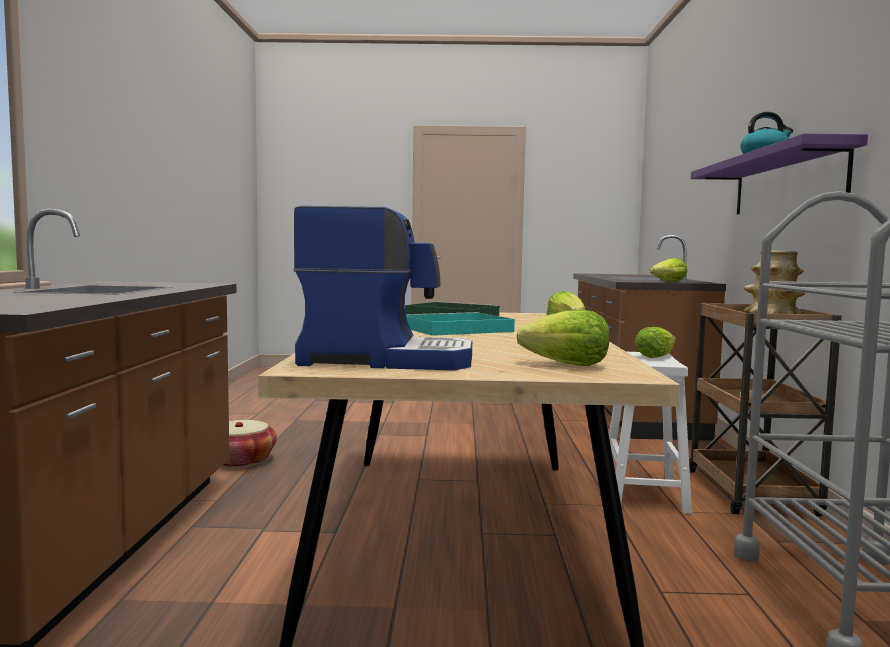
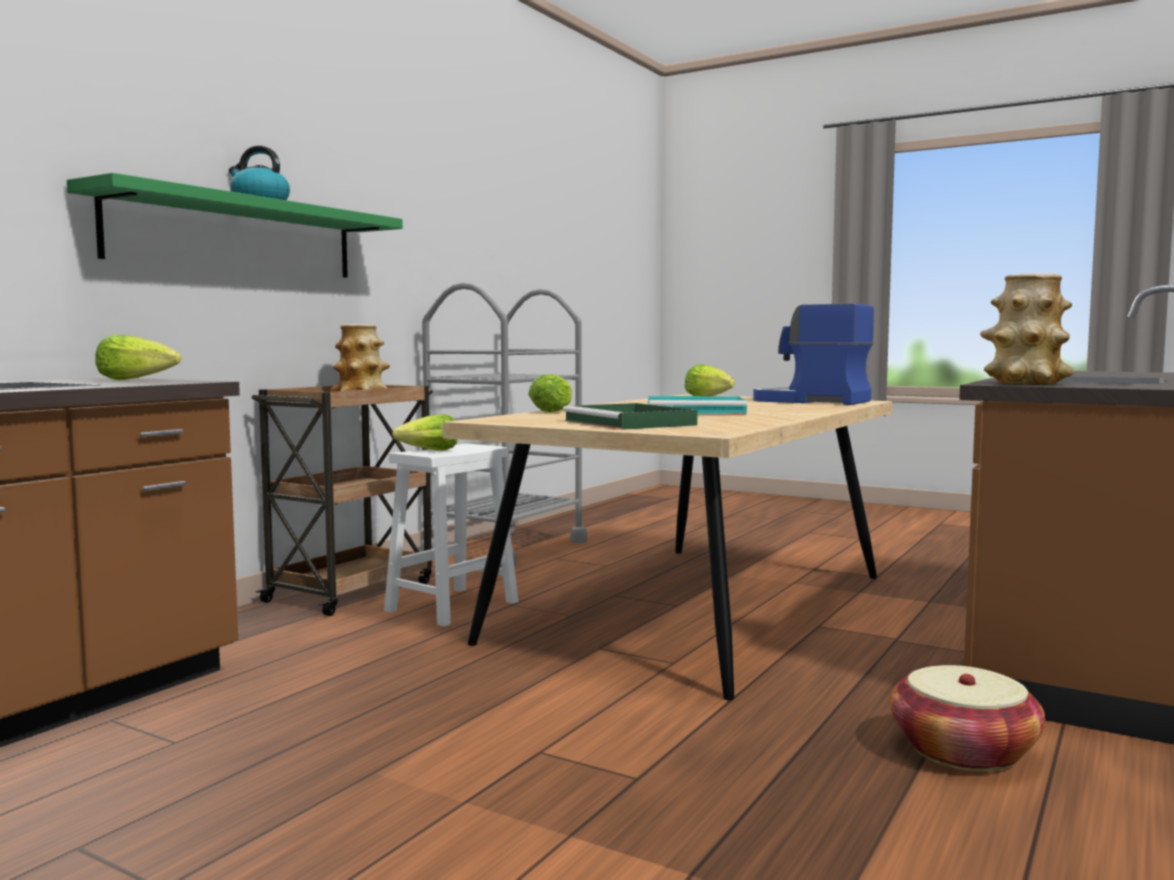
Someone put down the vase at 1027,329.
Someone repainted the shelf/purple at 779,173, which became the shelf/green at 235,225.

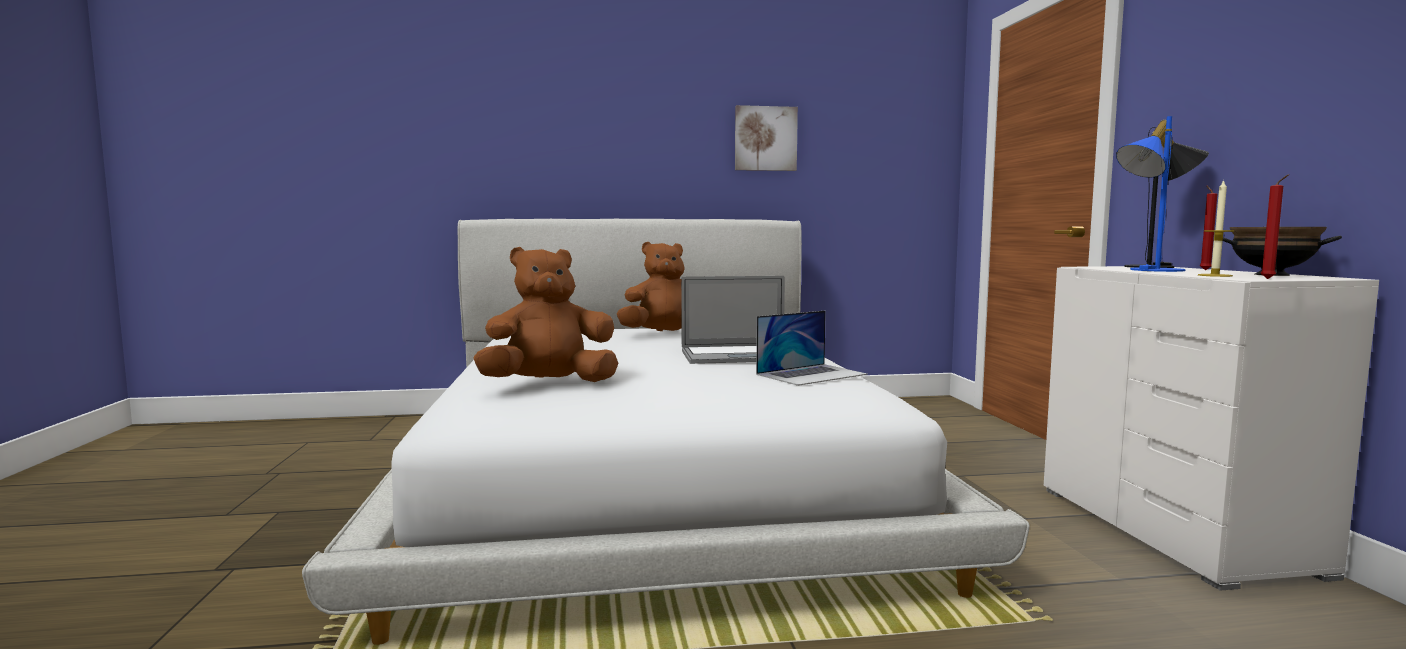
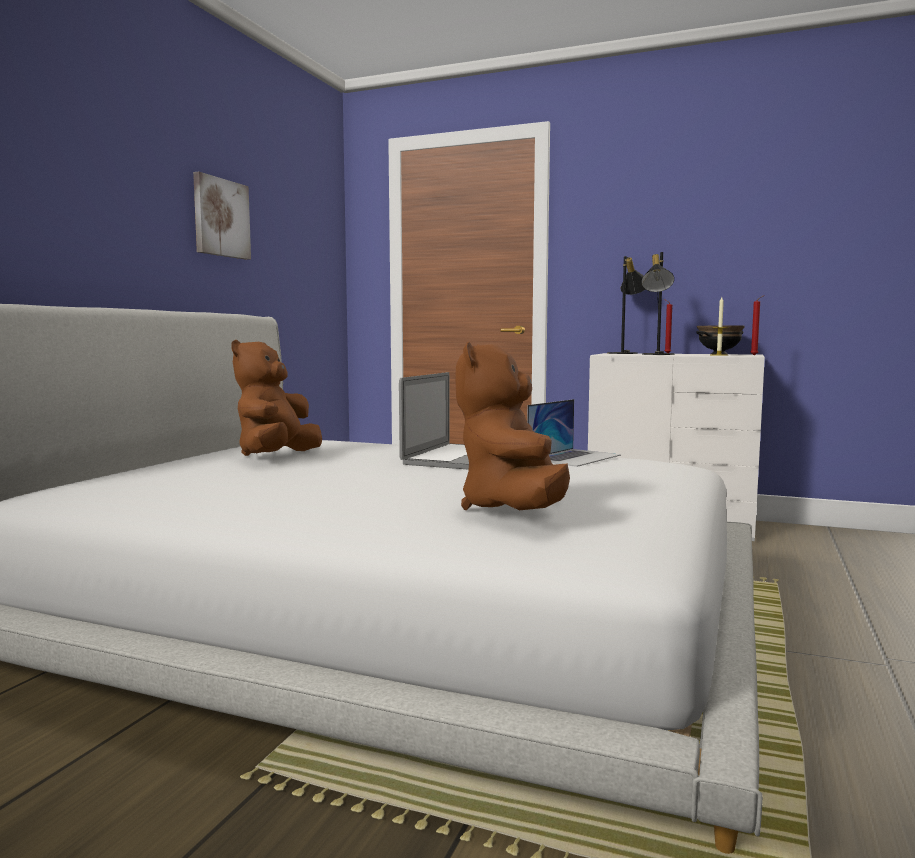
Someone repainted the table lamp/blue at 1150,194, which became the table lamp/black at 657,303.
Someone rotated the laptop at 812,348 by 45 degrees clockwise.

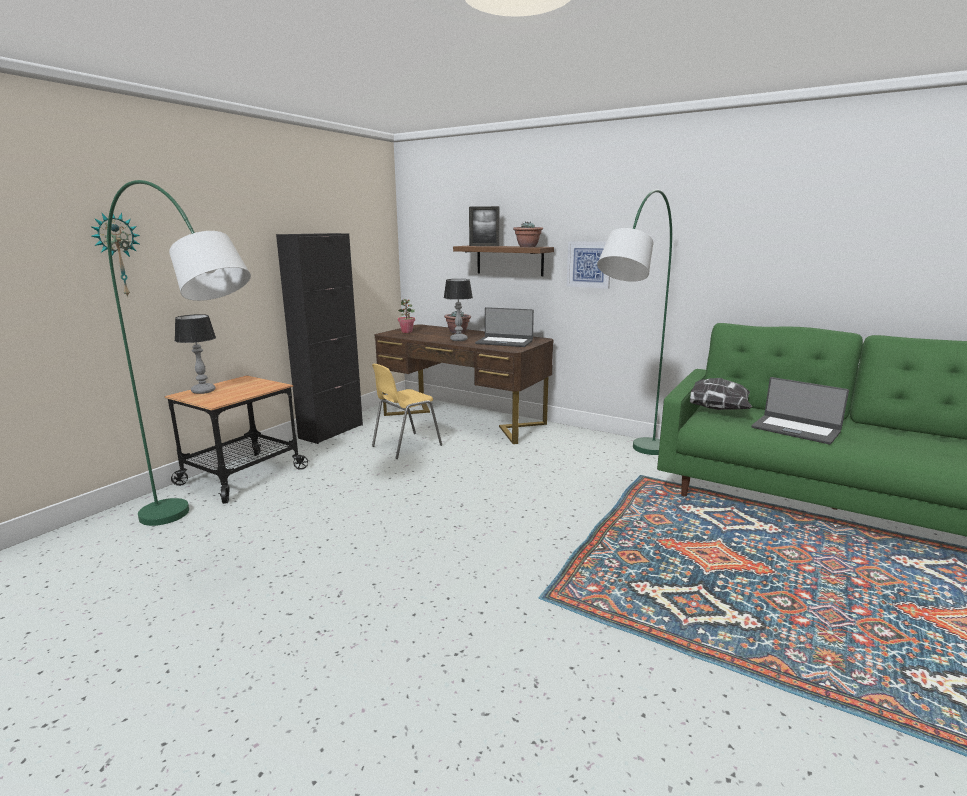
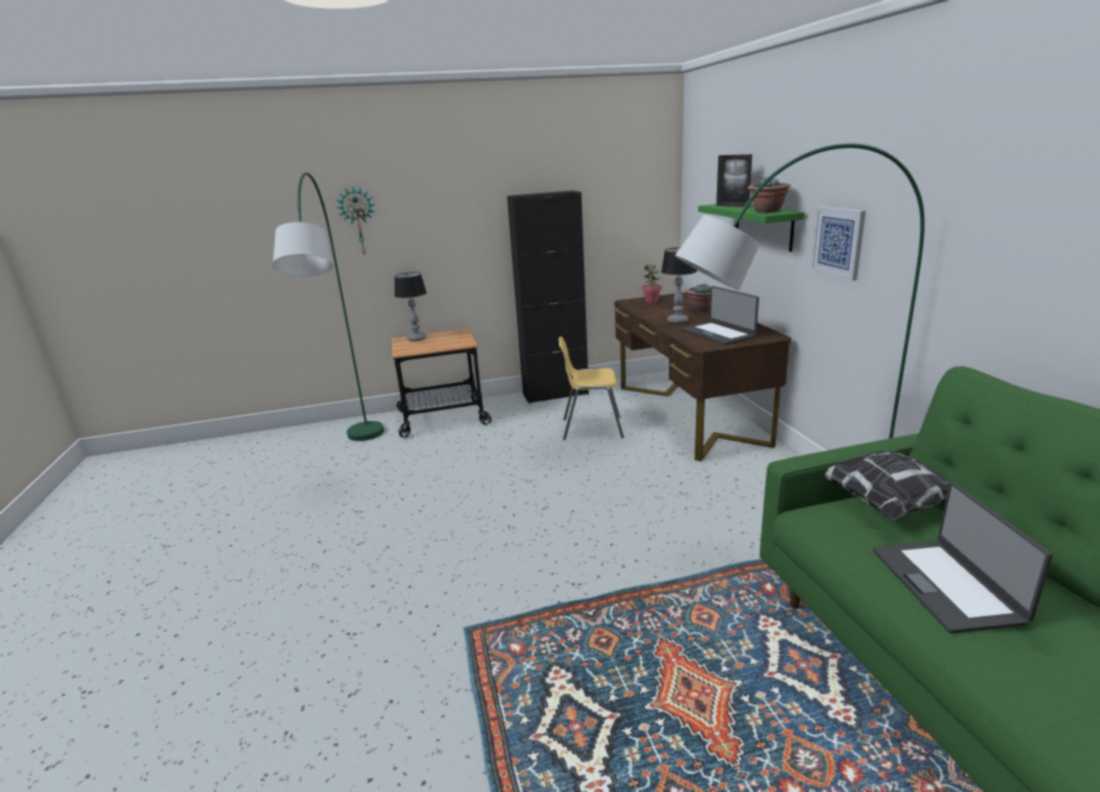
Someone repainted the shelf/brown at 503,261, which became the shelf/green at 751,228.

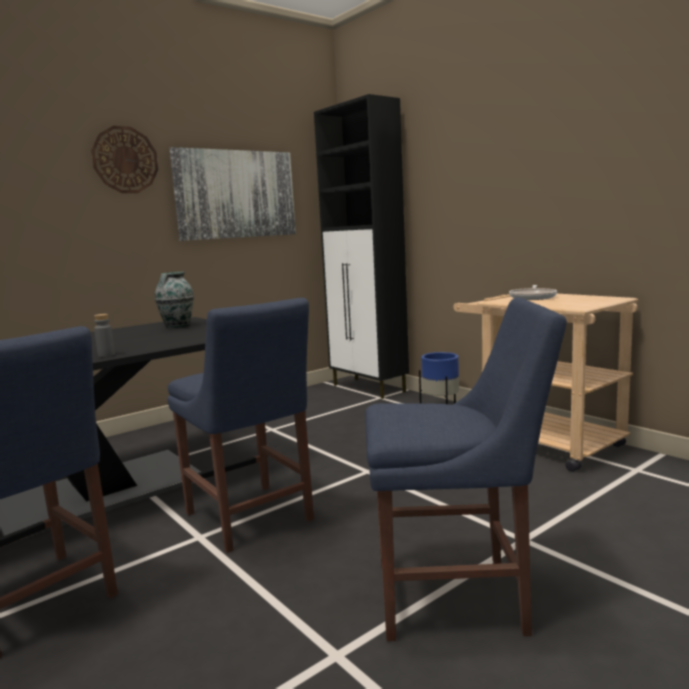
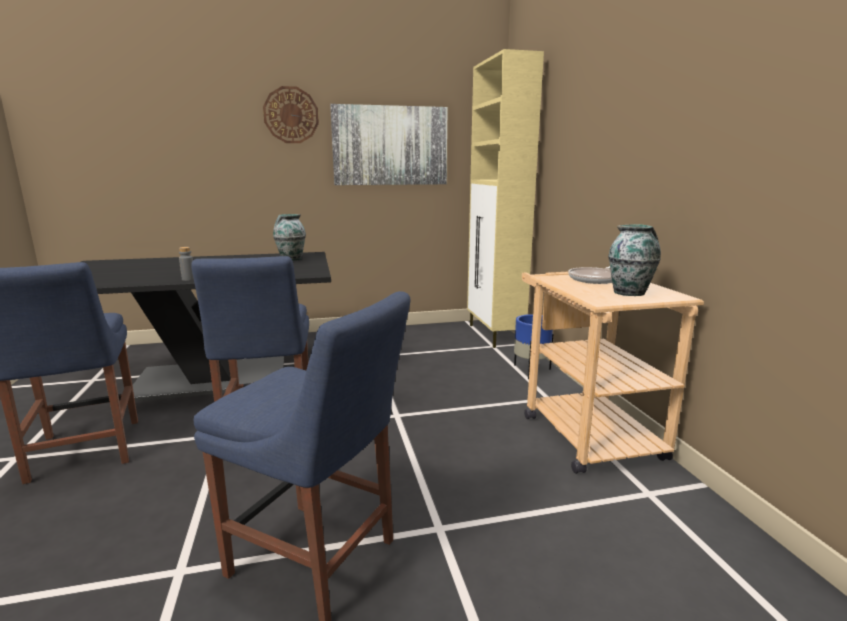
Someone put down the vase at 634,260.
Someone repainted the cabinet/black at 361,246, which became the cabinet/beige at 505,198.

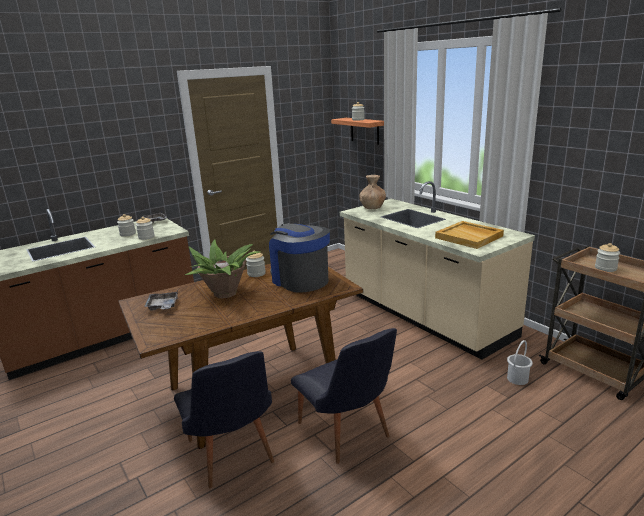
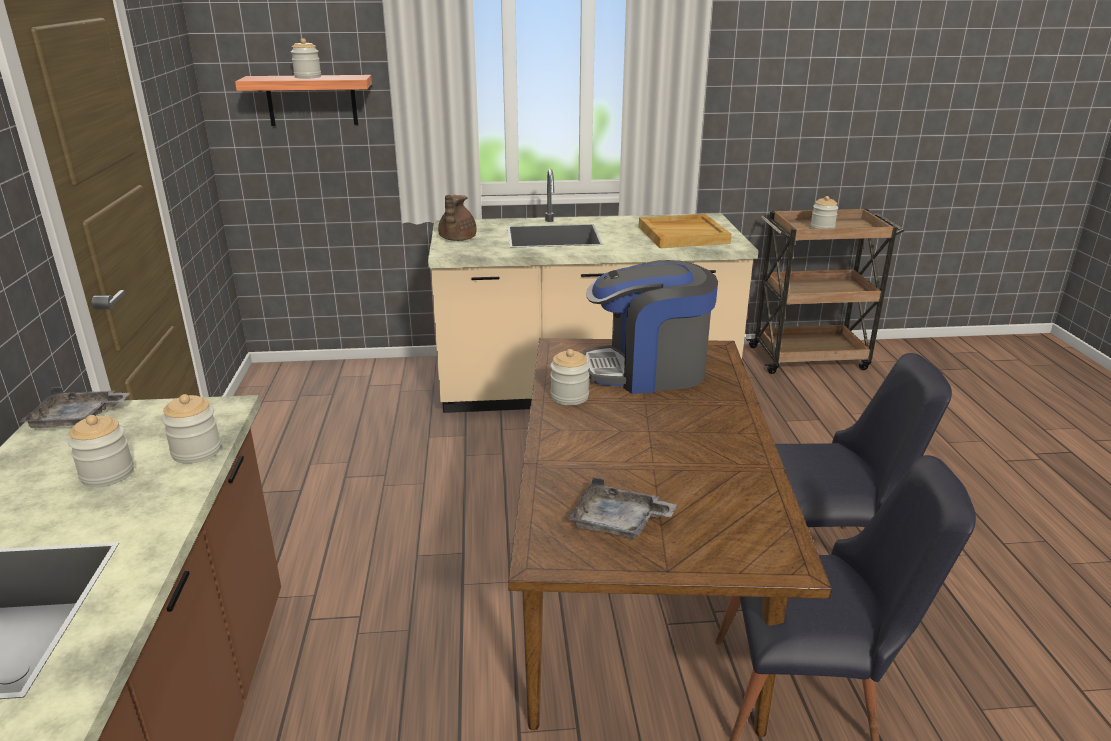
Someone took away the potted plant at 222,269.
Someone took away the bucket/white at 520,362.
Someone swapped the vase/brown at 372,192 for the teapot/brown at 457,218.

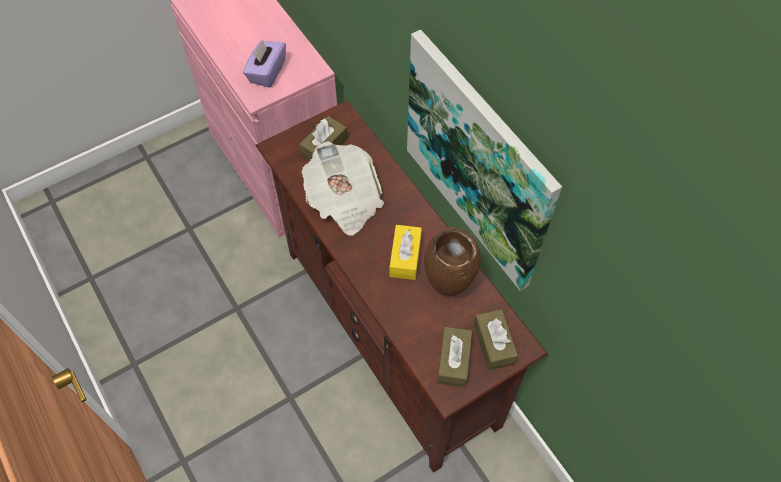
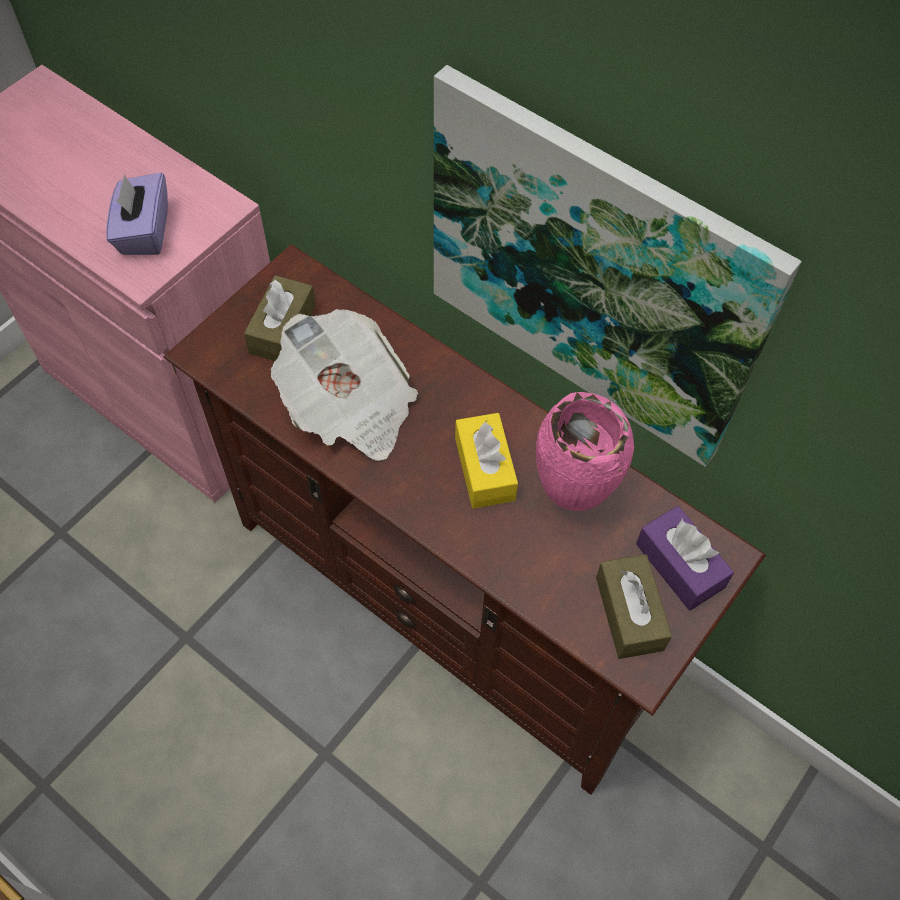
Someone repainted the vase/brown at 452,261, which became the vase/pink at 585,451.
Someone repainted the tissue box/brown at 496,340, which became the tissue box/purple at 685,558.

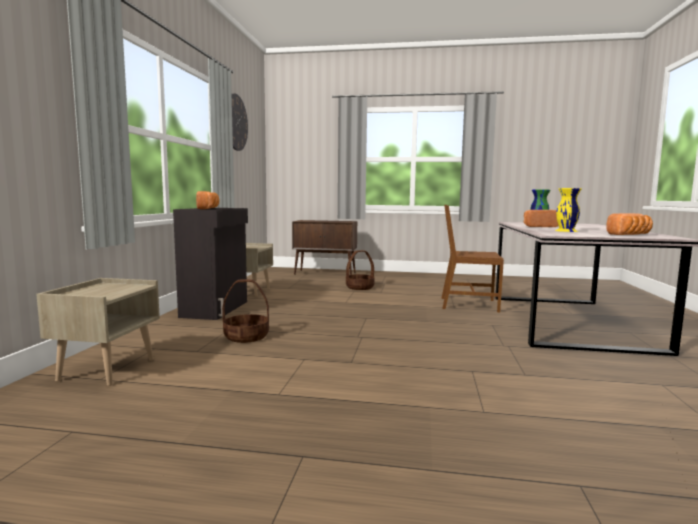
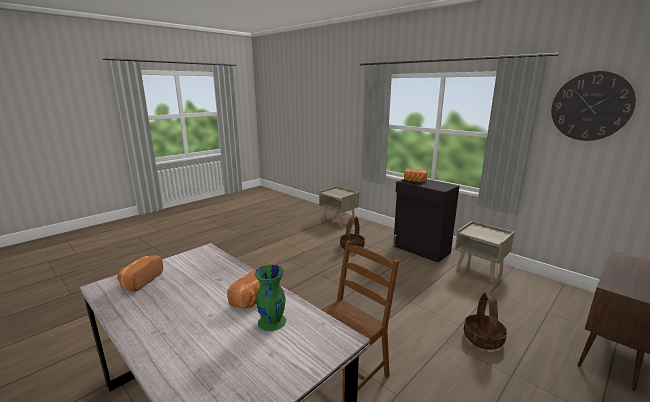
Someone took away the vase/yellow at 568,210.

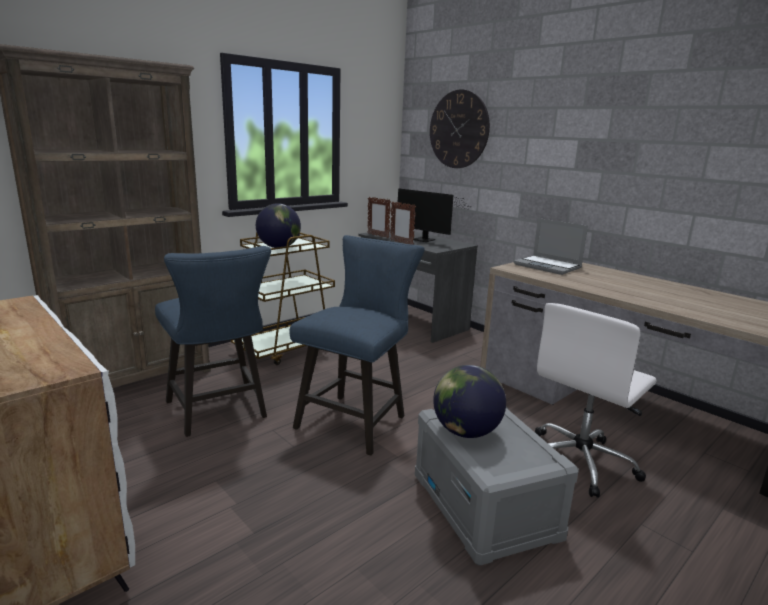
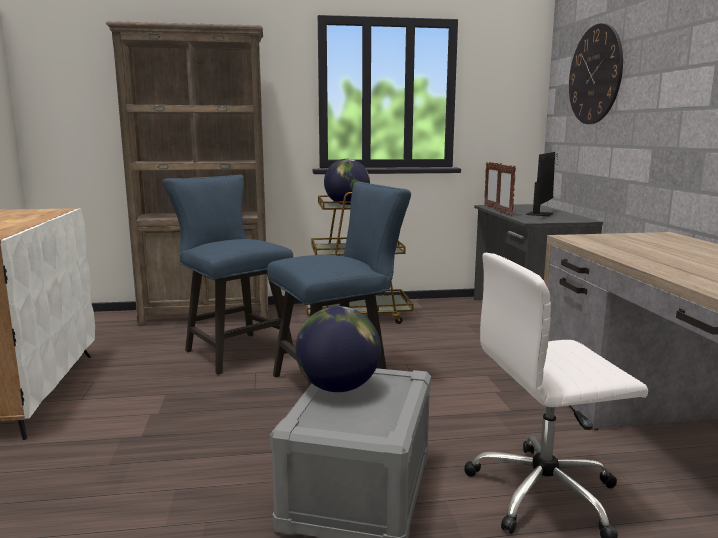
Someone took away the laptop at 551,246.
Someone rotated the chair/blue at 213,341 by 135 degrees clockwise.
Someone rotated the monitor at 431,215 by 135 degrees counterclockwise.

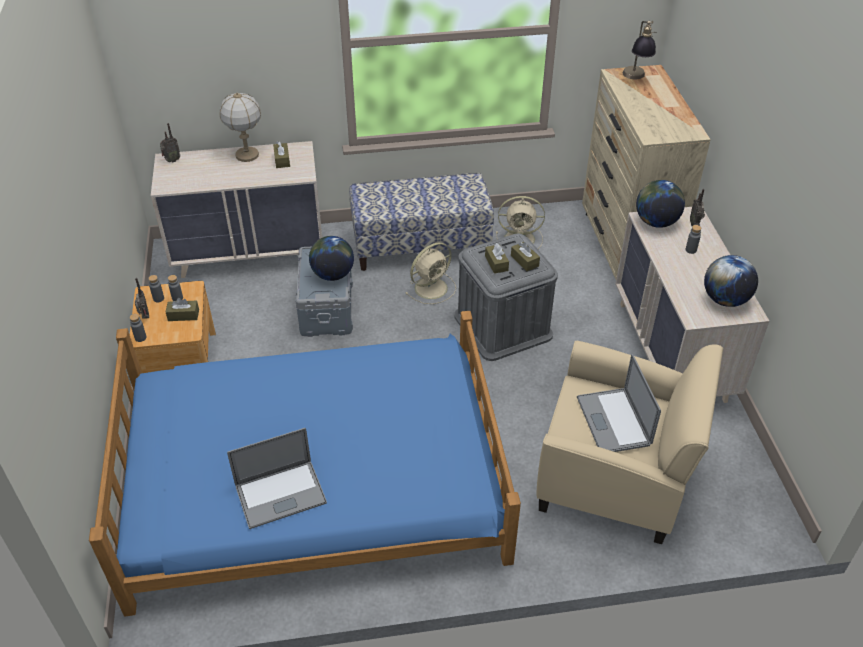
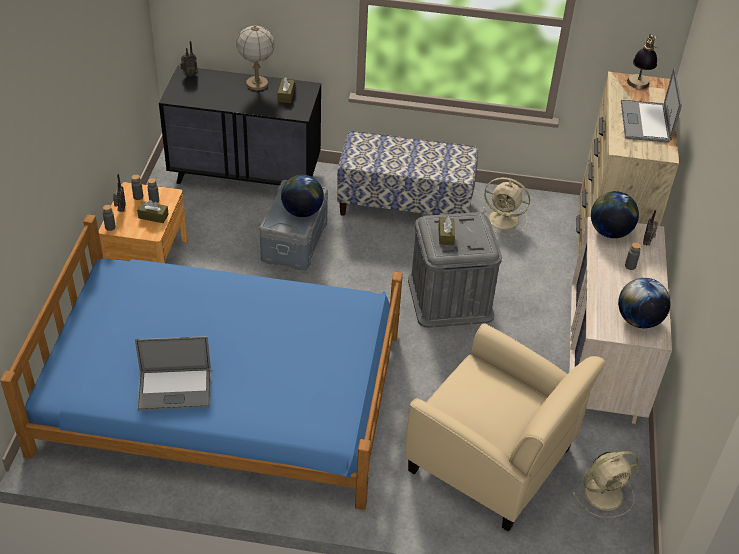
Someone took away the tissue box/brown at 525,256.
Someone carried the fan/beige from 430,273 to 605,484.
Someone carried the laptop from 619,403 to 651,105.
Someone repainted the dresser/beige at 236,209, which became the dresser/black at 240,126.

